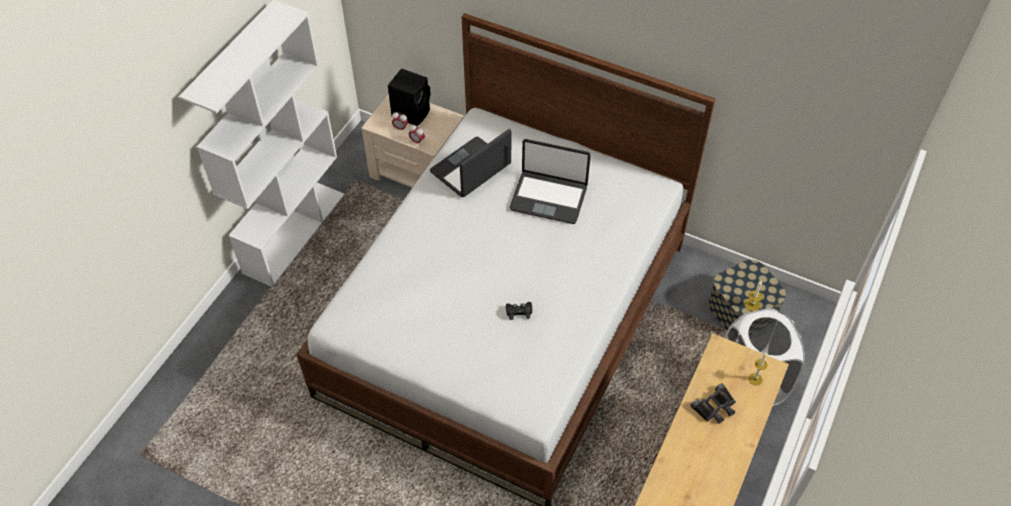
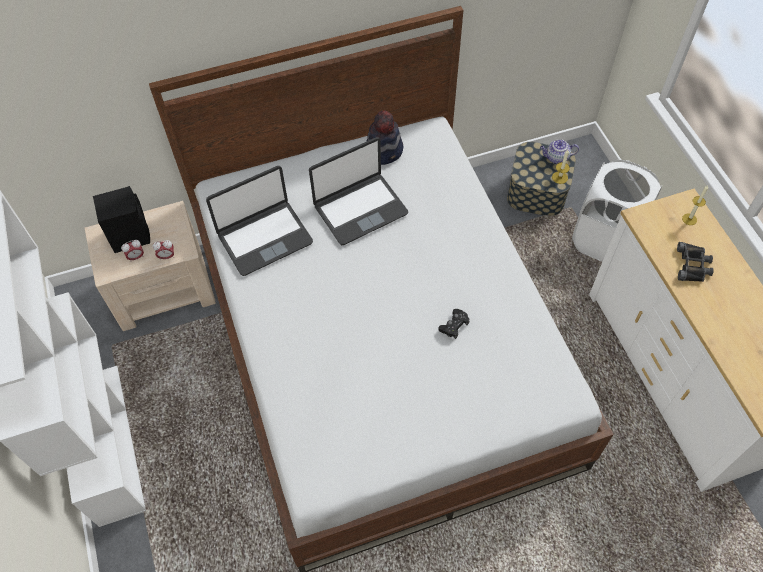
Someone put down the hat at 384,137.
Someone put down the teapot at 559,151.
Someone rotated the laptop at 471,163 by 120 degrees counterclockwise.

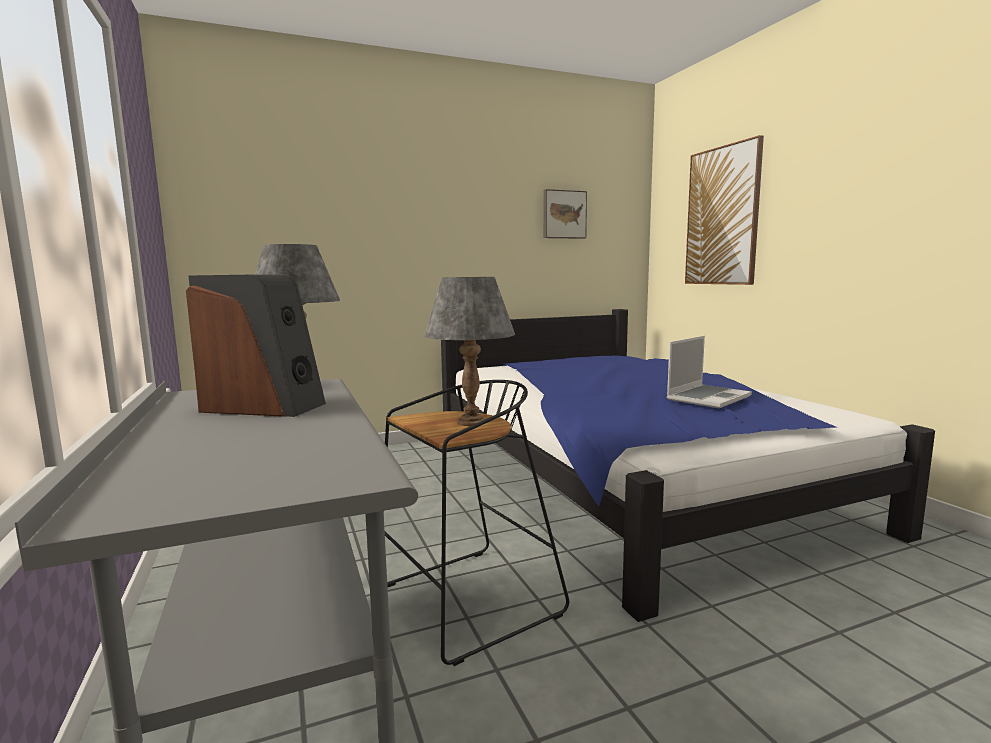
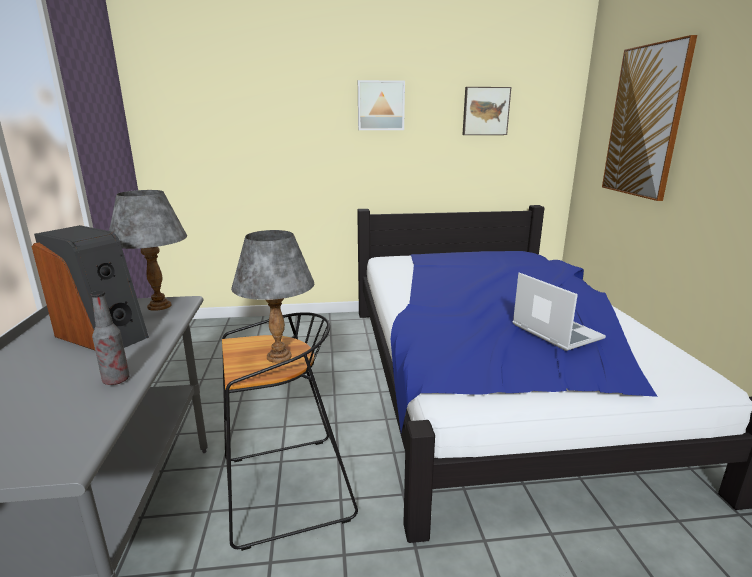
Someone put down the bottle at 110,338.
Someone put up the picture at 381,105.
Someone rotated the laptop at 709,372 by 90 degrees counterclockwise.

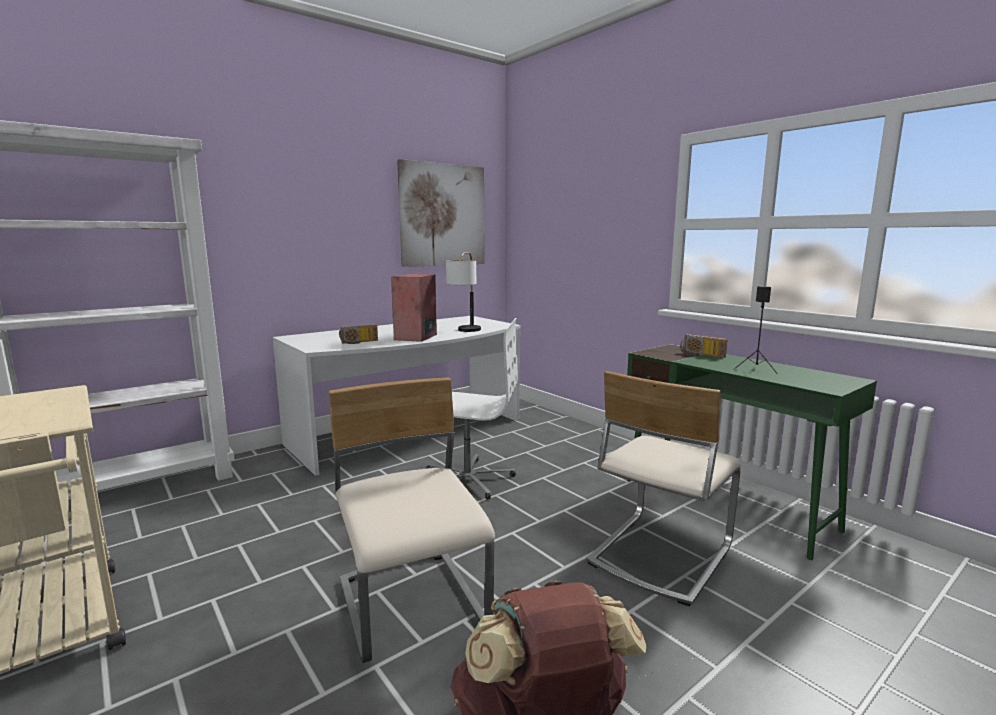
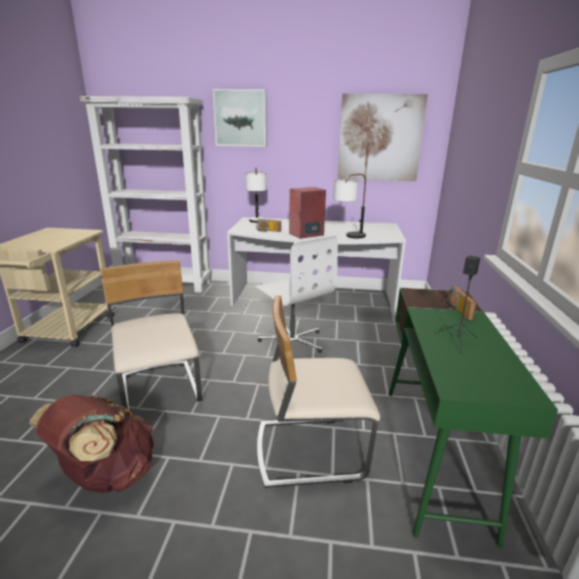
Someone put up the picture at 240,118.
Someone put down the table lamp at 256,194.
Someone rotated the chair/beige at 411,520 by 45 degrees counterclockwise.

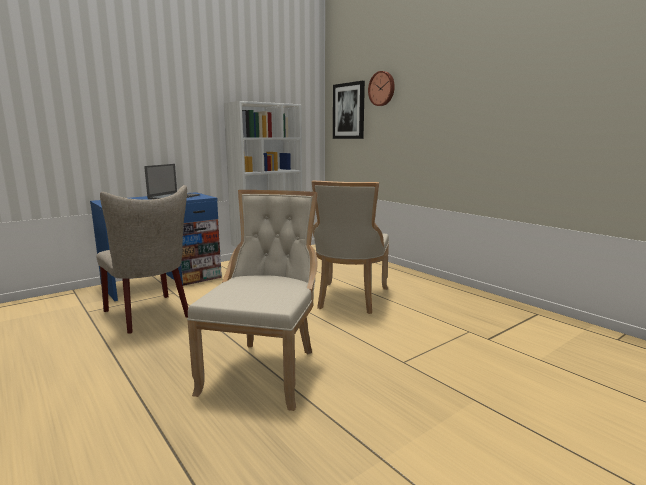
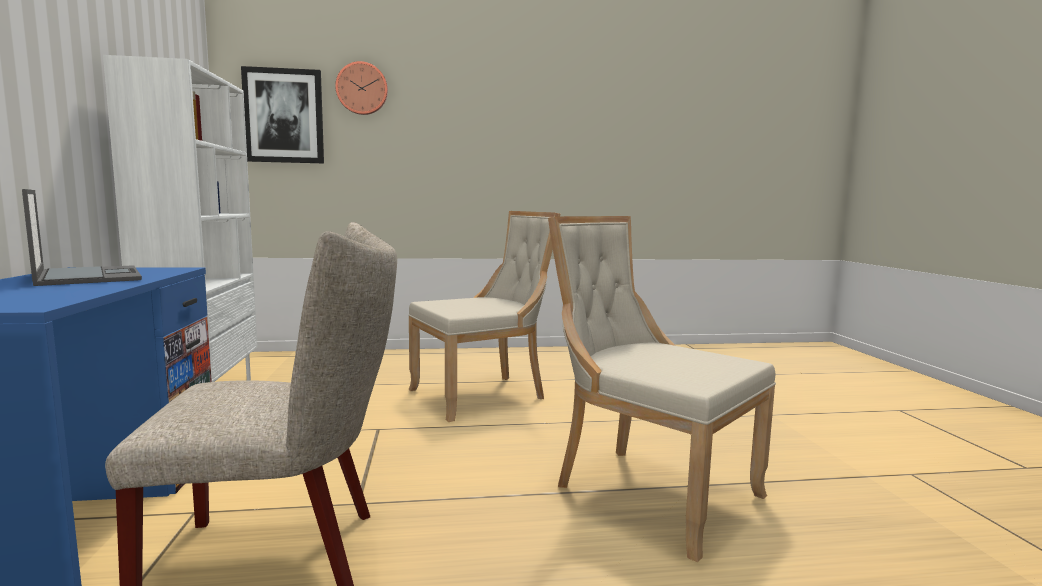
Someone rotated the chair/beige at 350,247 by 75 degrees counterclockwise.

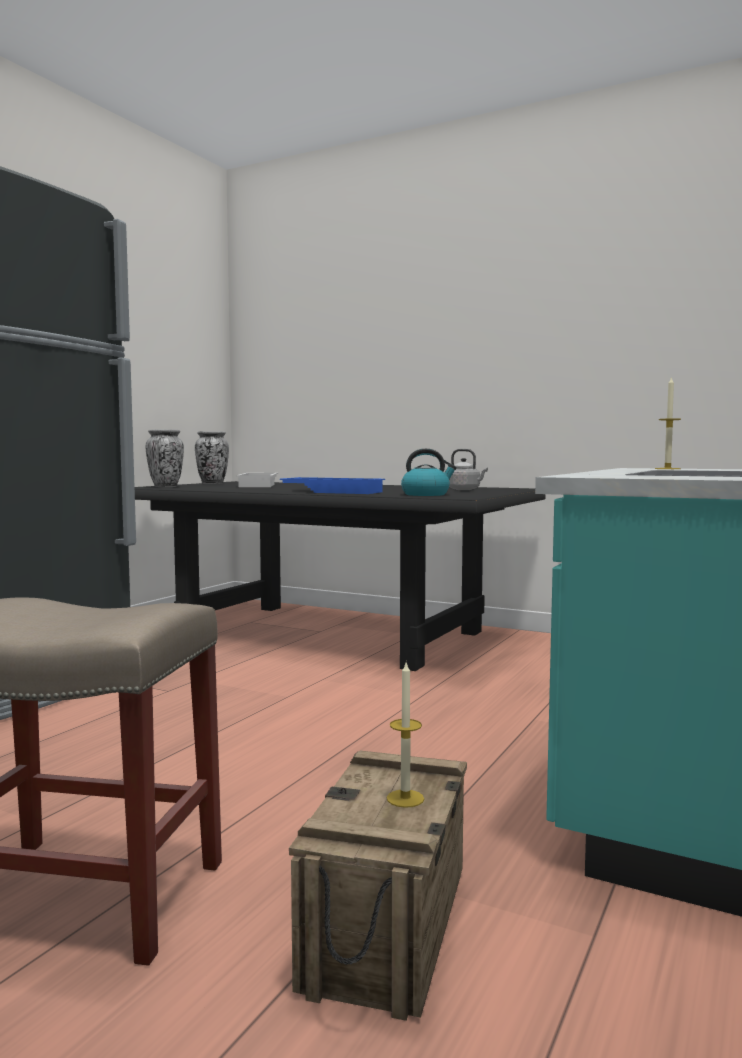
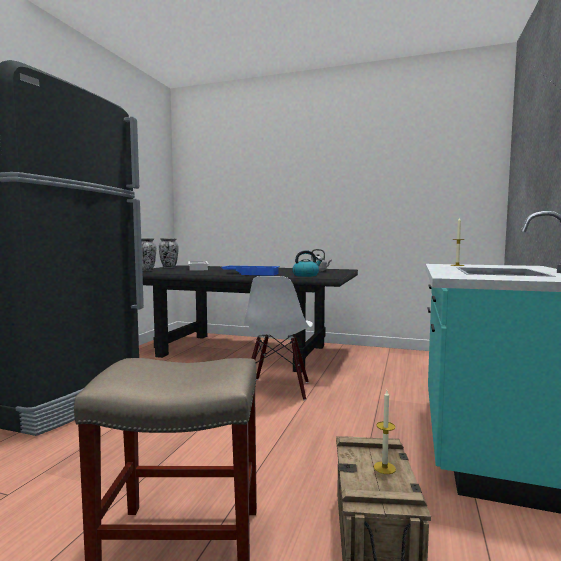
Someone put down the chair/white at 278,338.

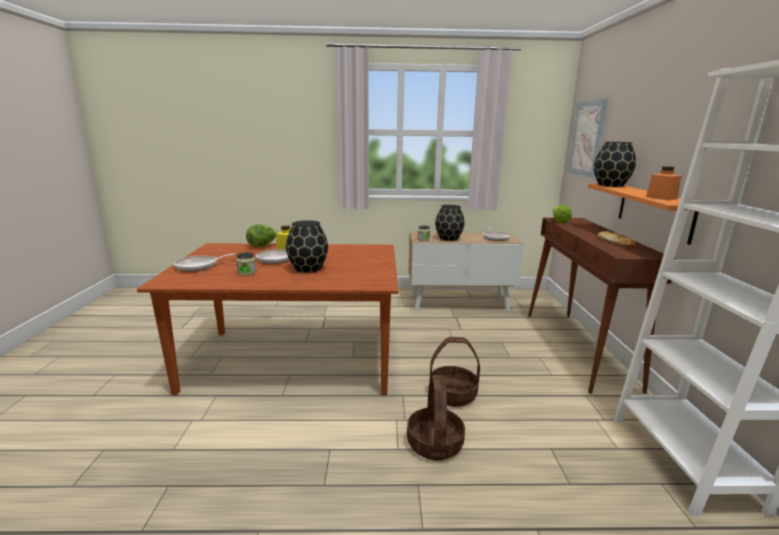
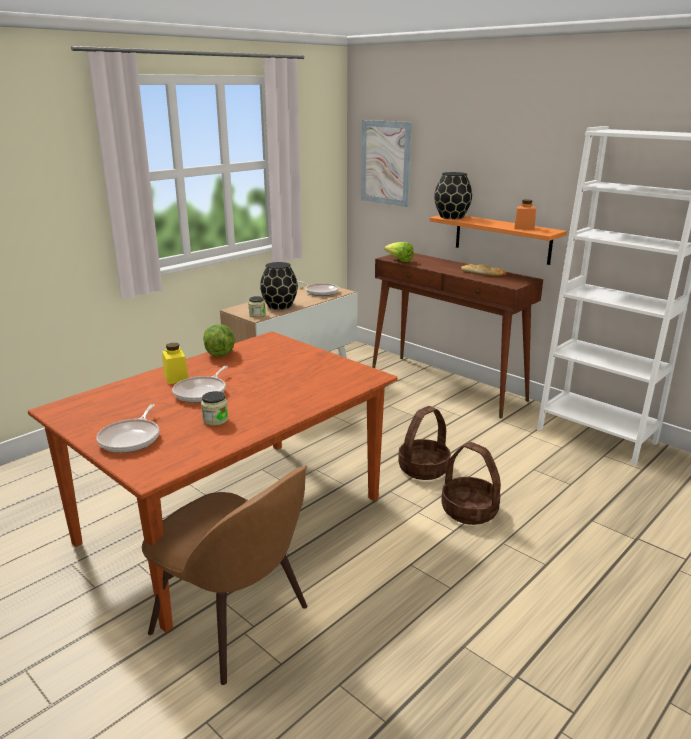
Someone took away the vase/black at 307,246.
Someone put down the chair/brown at 224,575.
Someone carried the lettuce from 262,235 to 219,340.

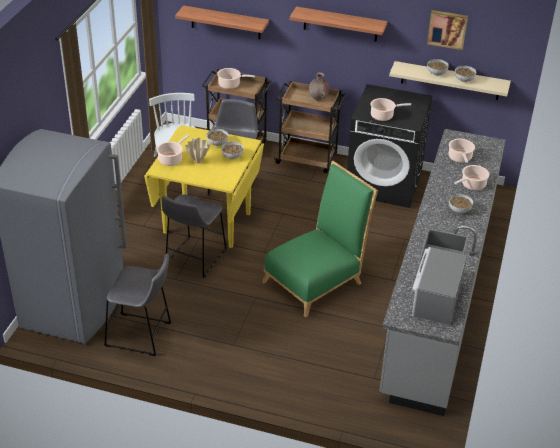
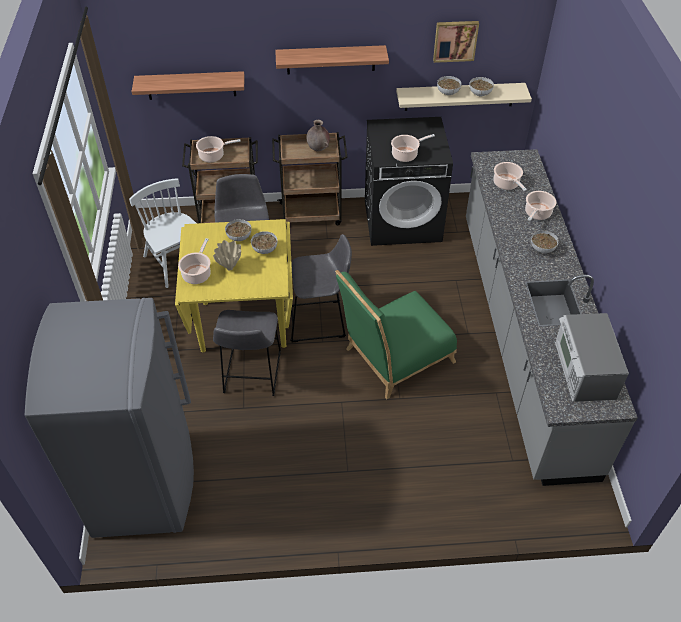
Someone carried the stool/grey from 137,305 to 321,288.
Someone rotated the chair/green at 320,239 by 150 degrees counterclockwise.

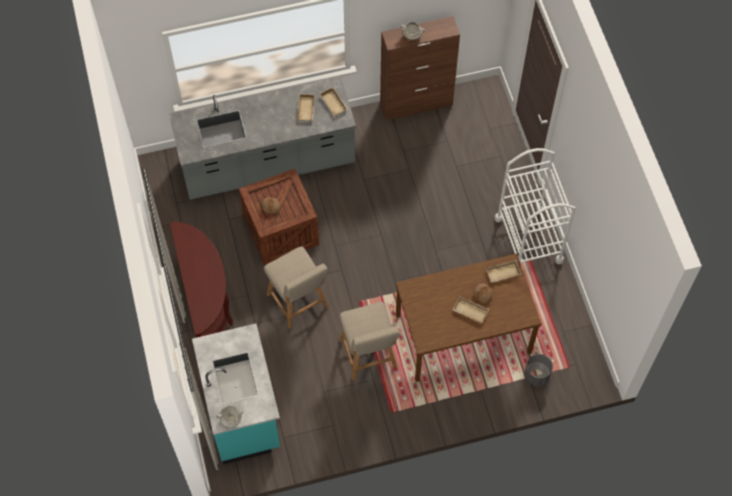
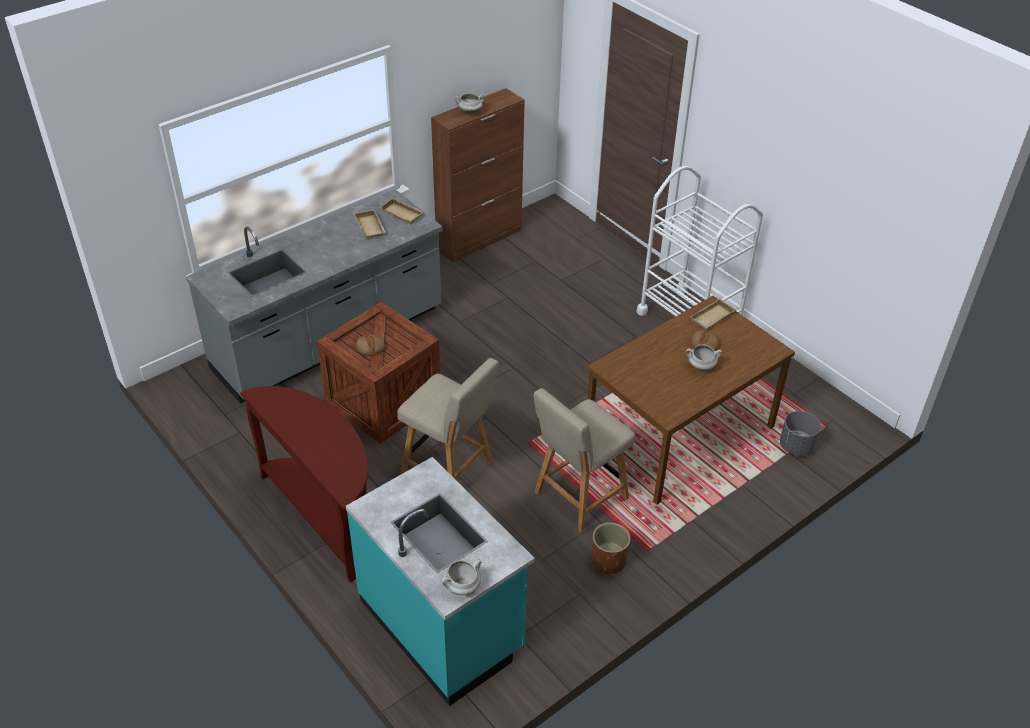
Someone put down the planter/brown at 611,549.
Someone swapped the tray/beige at 471,309 for the cooking pot/white at 704,357.
Someone rotated the chair/beige at 369,341 by 90 degrees clockwise.

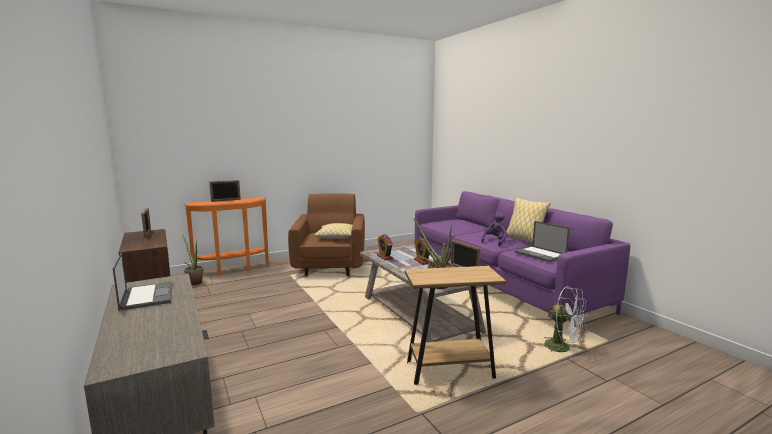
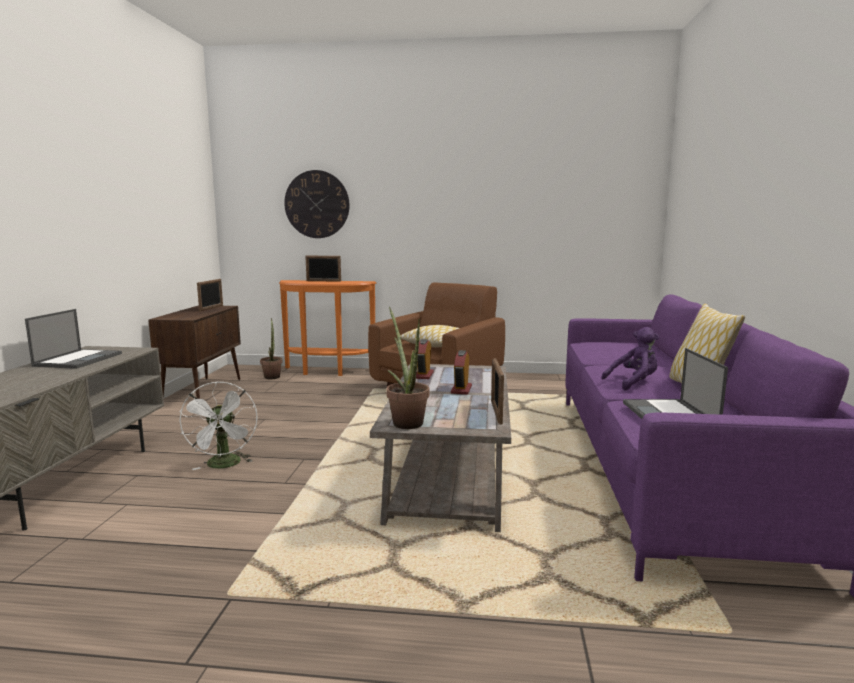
Someone took away the side table/brown at 455,325.
Someone put up the wall clock at 316,204.
Someone carried the fan/white from 566,319 to 218,425.

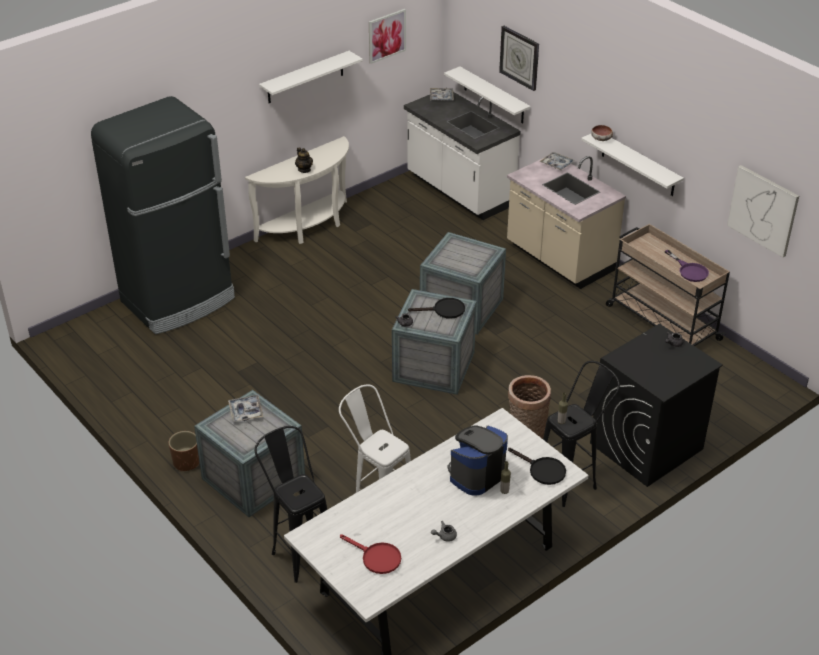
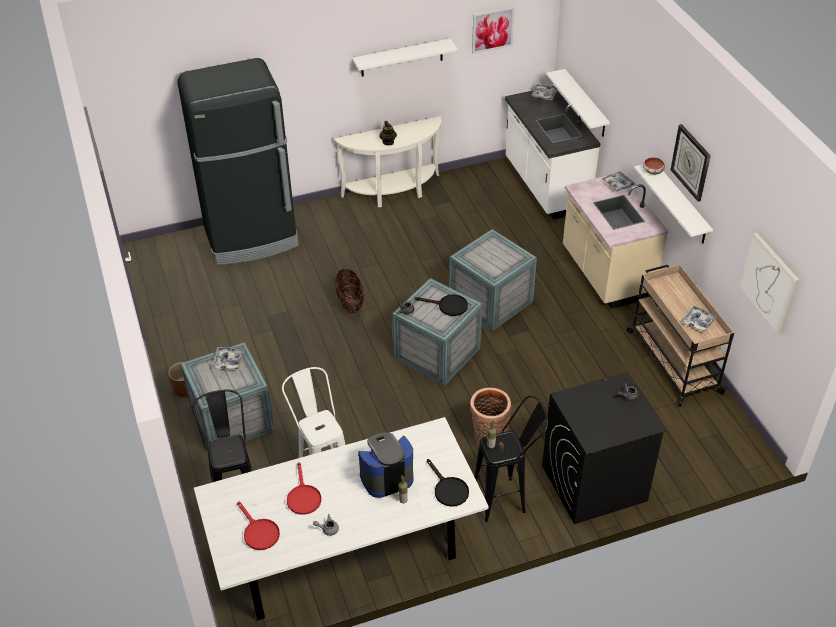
Someone put down the frying pan/red at 304,488.
Someone put down the basket at 349,290.
Someone carried the wall clock from 519,58 to 690,163.
Someone swapped the frying pan/purple at 687,266 for the tray at 699,319.

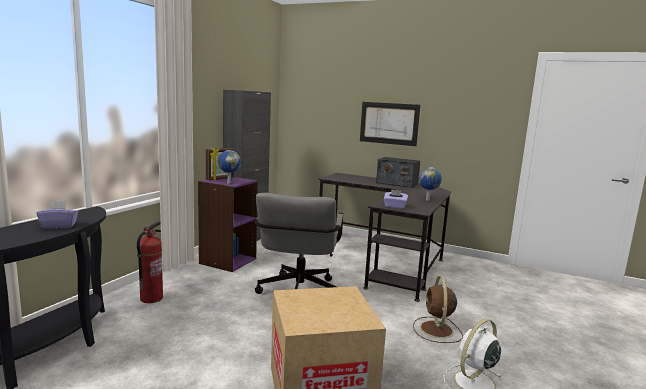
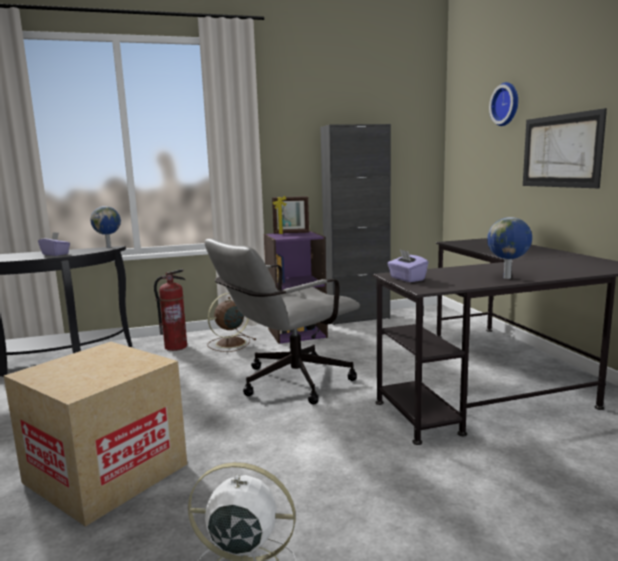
Someone took away the radio at 398,172.
Someone put up the wall clock at 503,104.
Someone carried the globe from 229,167 to 106,227.
Someone carried the fan/brown from 438,309 to 231,322.

